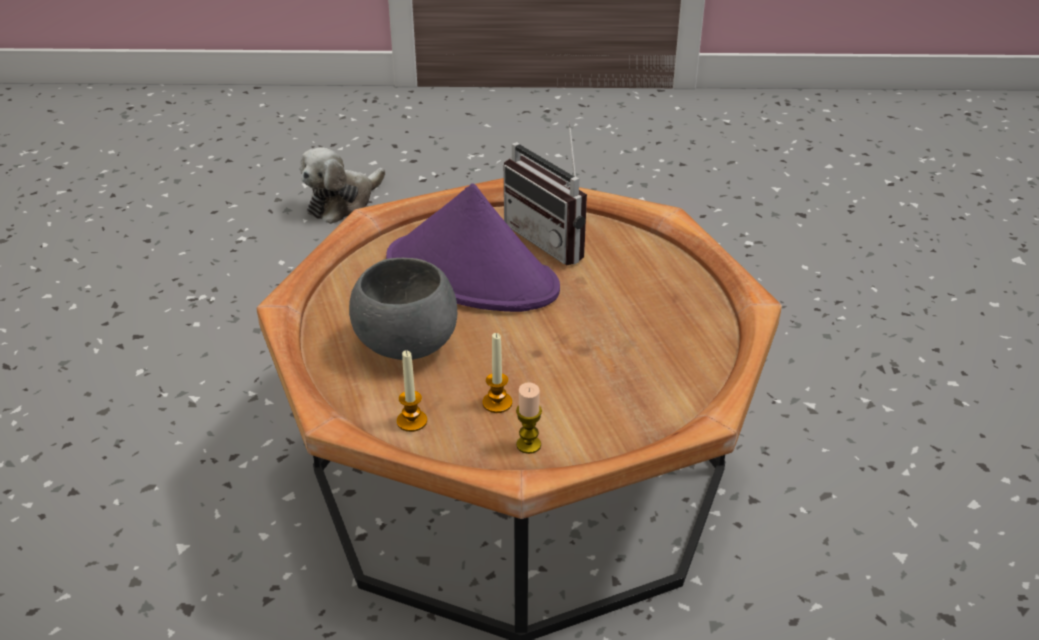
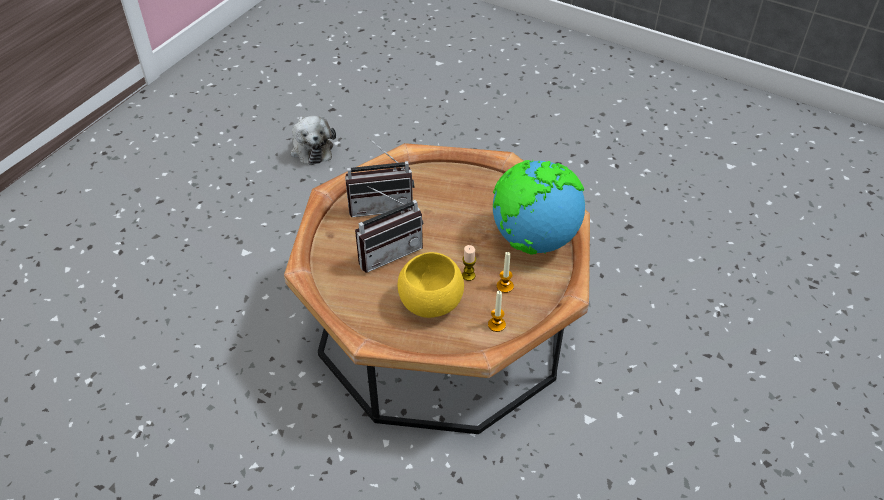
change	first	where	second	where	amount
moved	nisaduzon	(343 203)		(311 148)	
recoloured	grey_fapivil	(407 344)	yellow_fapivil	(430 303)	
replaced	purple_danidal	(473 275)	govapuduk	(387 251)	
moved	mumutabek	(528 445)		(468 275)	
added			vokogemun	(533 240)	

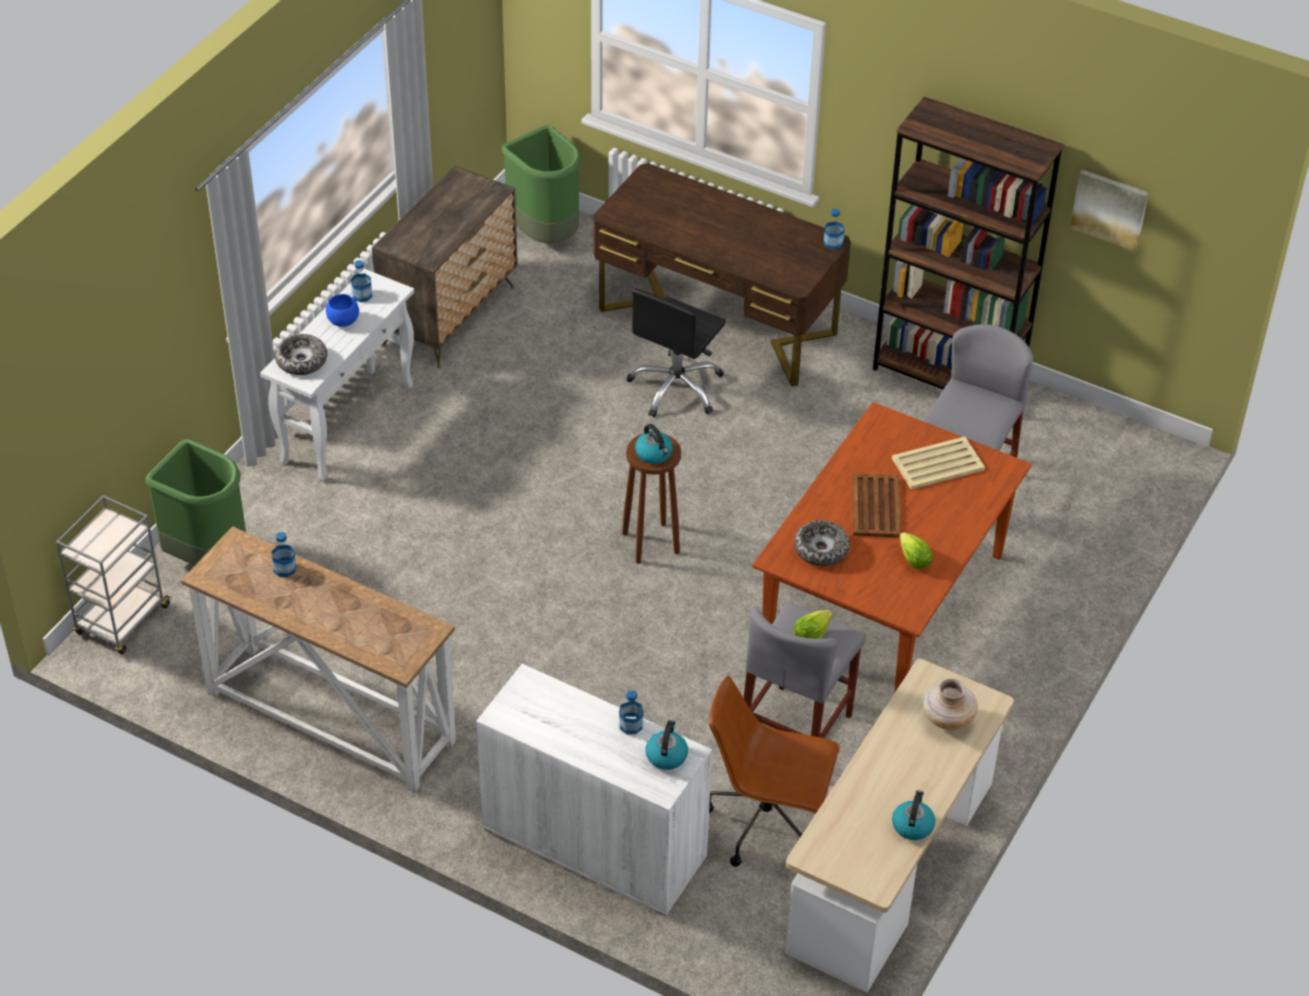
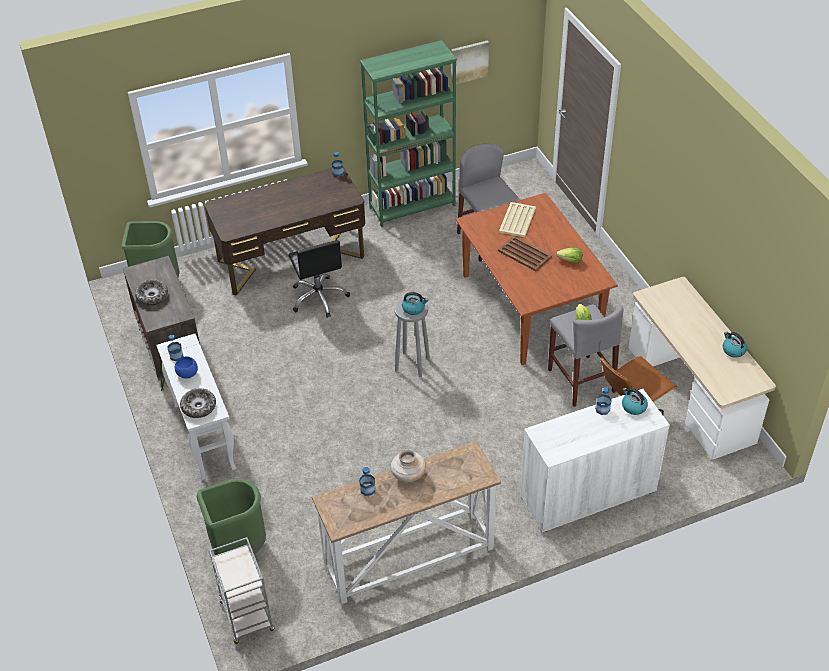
change	first	where	second	where	amount
recoloured	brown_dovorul	(651 542)	grey_dovorul	(412 364)	
moved	fapivil	(821 549)		(152 296)	
recoloured	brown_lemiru	(948 376)	green_lemiru	(412 206)	
moved	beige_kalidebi	(947 720)		(408 475)	

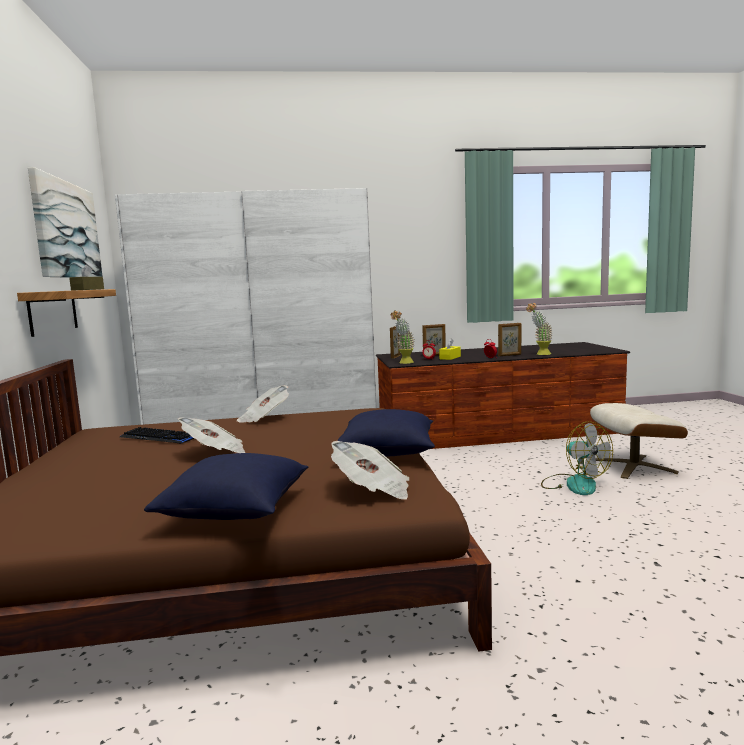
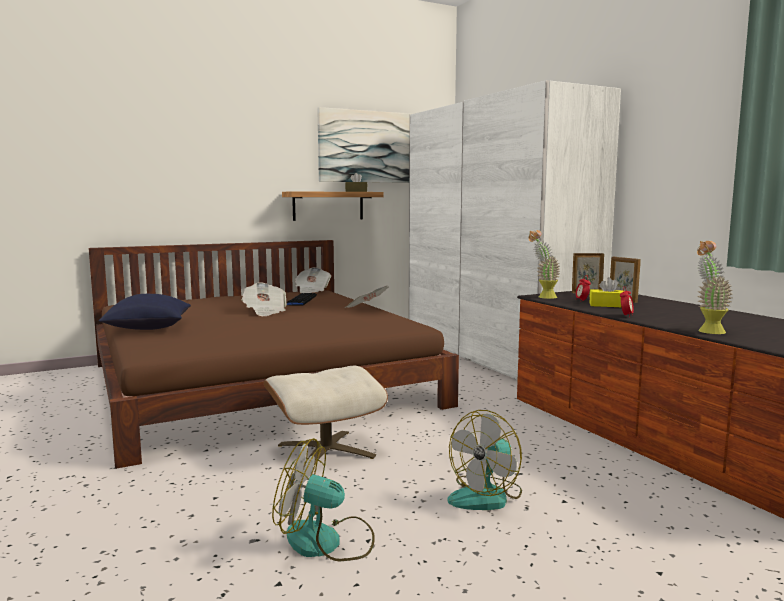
change	first	where	second	where	amount
moved	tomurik	(373 490)		(312 291)	
removed	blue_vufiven	(388 453)			
removed	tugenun	(510 355)			
moved	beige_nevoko	(633 466)		(326 450)	
added			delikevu	(326 542)	

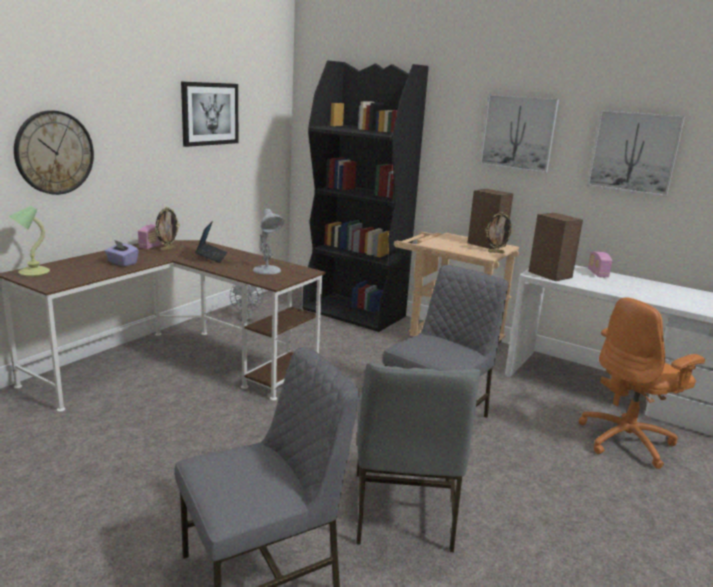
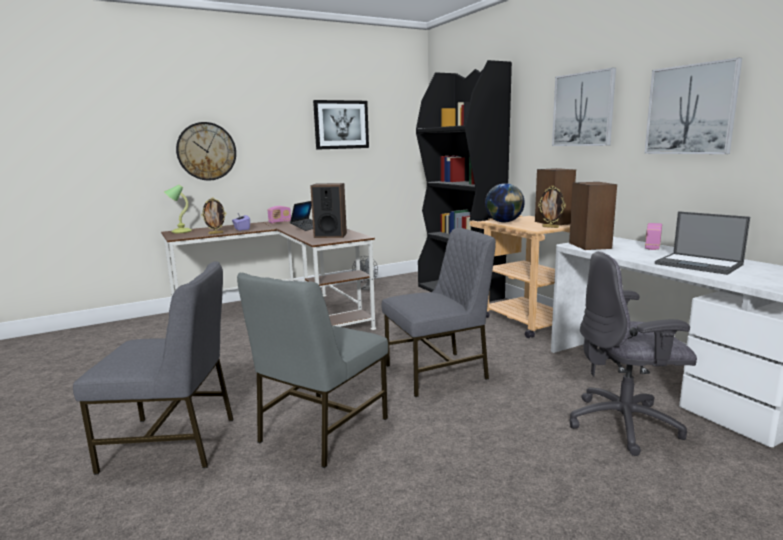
change	first	where	second	where	amount
moved	tugenun	(167 249)		(215 233)	
replaced	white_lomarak	(267 270)	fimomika	(330 235)	
recoloured	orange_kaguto	(627 441)	grey_kaguto	(625 424)	
added			vokogemun	(504 222)	
added			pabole	(699 264)	

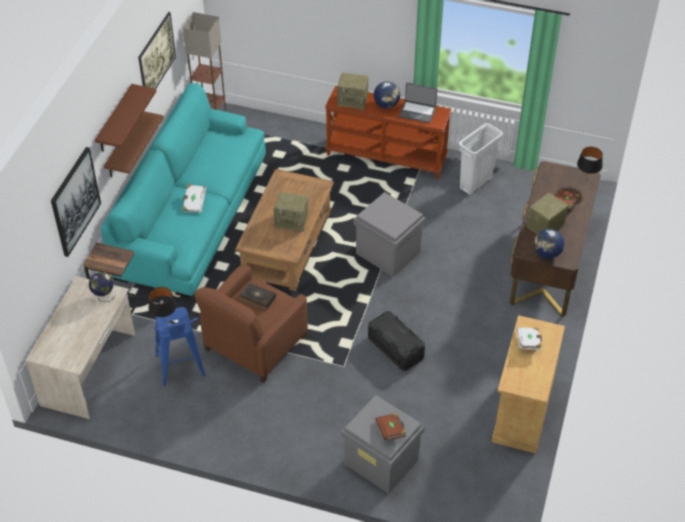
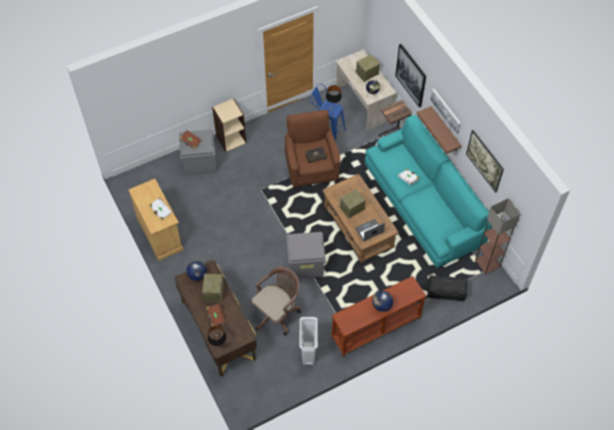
change	first	where	second	where	amount
replaced	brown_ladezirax	(115 119)	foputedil	(446 110)	
moved	govapuduk	(353 101)		(367 74)	
moved	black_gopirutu	(395 348)		(446 291)	
moved	pabole	(417 112)		(369 231)	
added			beige_lemiru	(231 139)	
added			brown_kaguto	(277 312)	

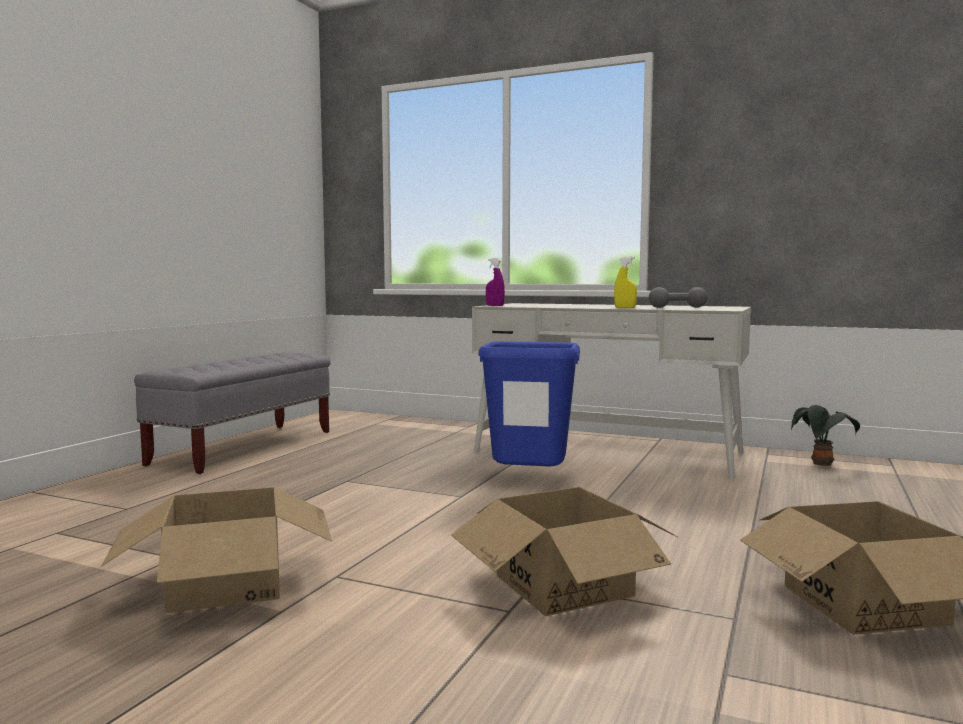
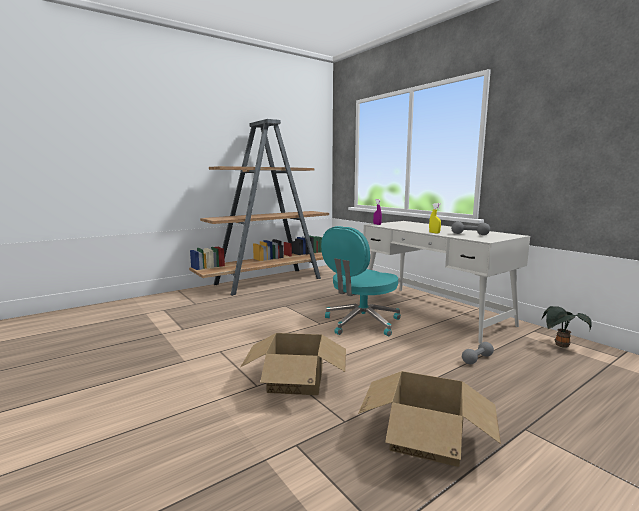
change	first	where	second	where	amount
removed	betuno	(226 583)			
replaced	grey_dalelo	(245 448)	brown_lemiru	(270 281)	
replaced	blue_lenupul	(528 483)	turquoise_kaguto	(361 323)	
added			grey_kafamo	(477 359)	

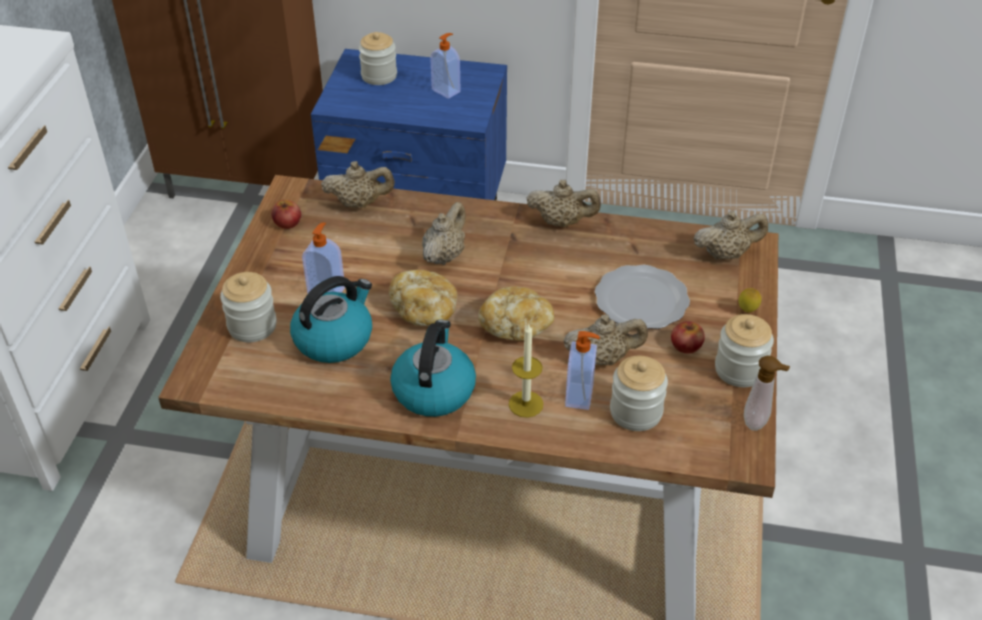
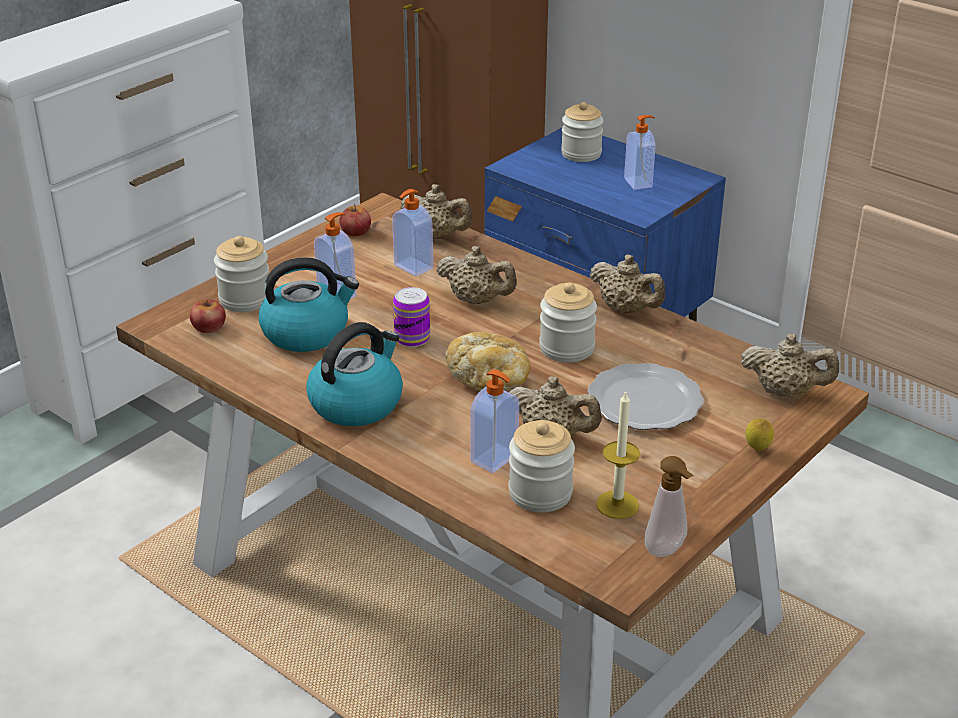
change	first	where	second	where	amount
replaced	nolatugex	(424 311)	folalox	(412 338)	
turned	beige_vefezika	(444 255)		(477 300)	60 degrees clockwise
moved	mumutabek	(526 404)		(617 504)	
moved	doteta	(686 345)		(209 327)	
moved	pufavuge	(739 369)		(566 348)	
added			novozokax	(412 267)	

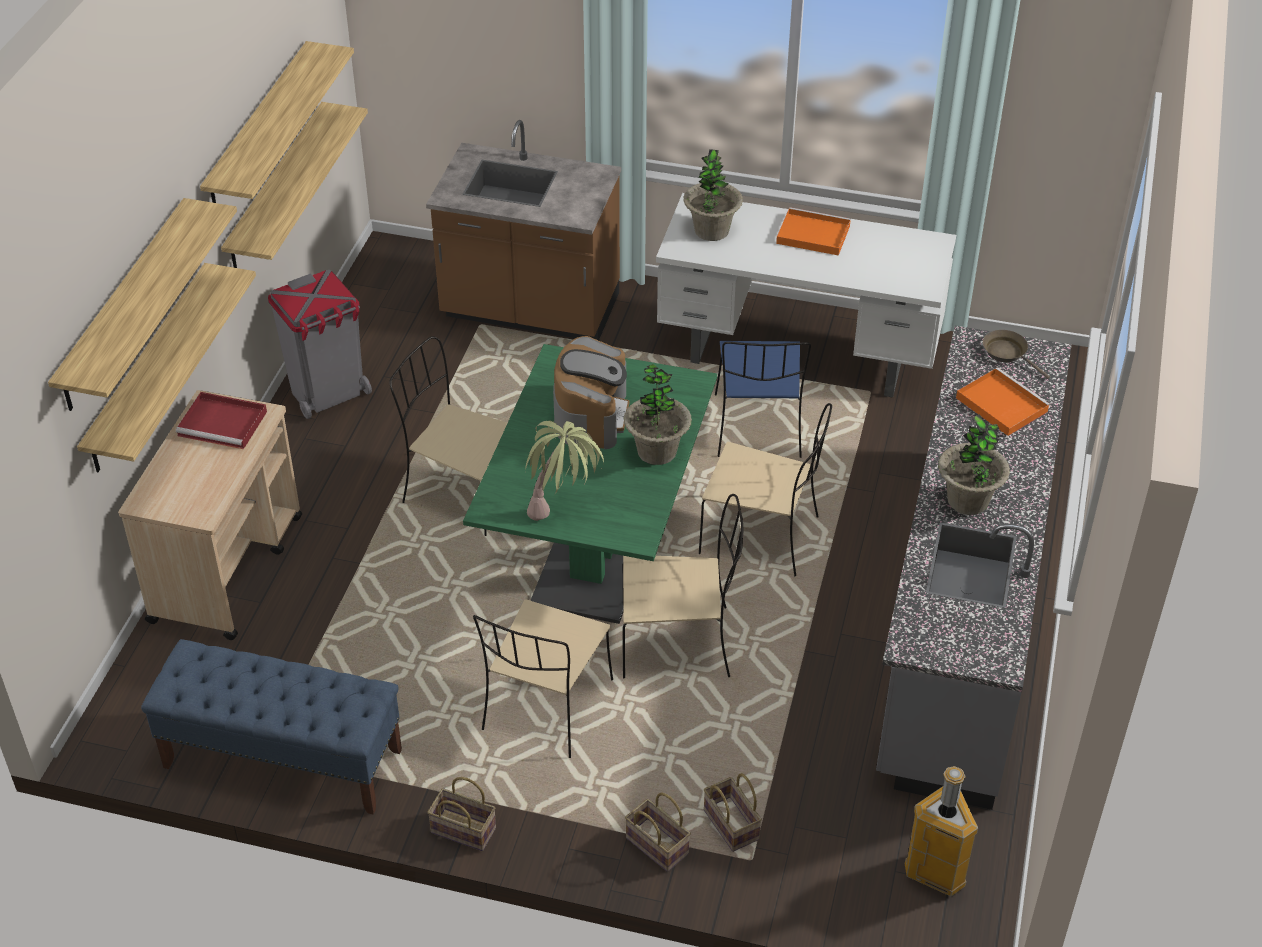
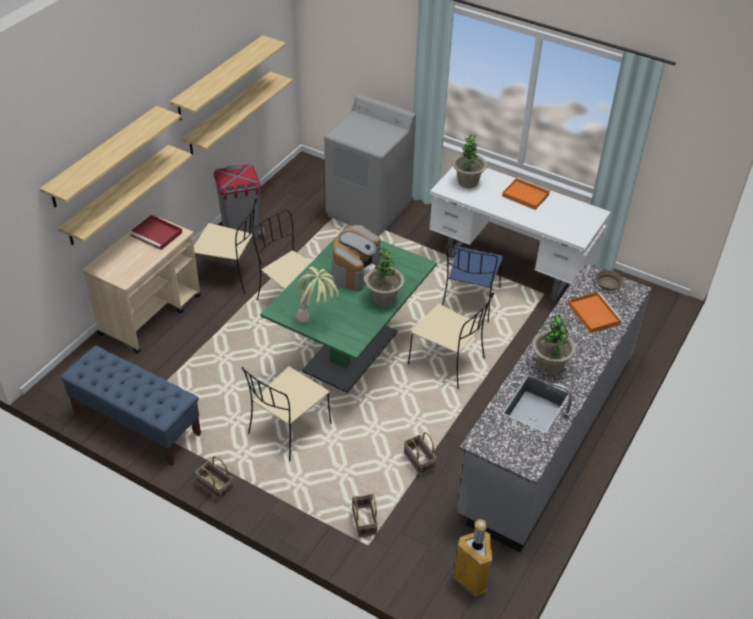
change	first	where	second	where	amount
replaced	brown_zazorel	(530 310)	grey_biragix	(369 210)	
moved	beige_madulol	(679 642)		(230 274)	
moved	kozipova	(655 845)		(418 461)	

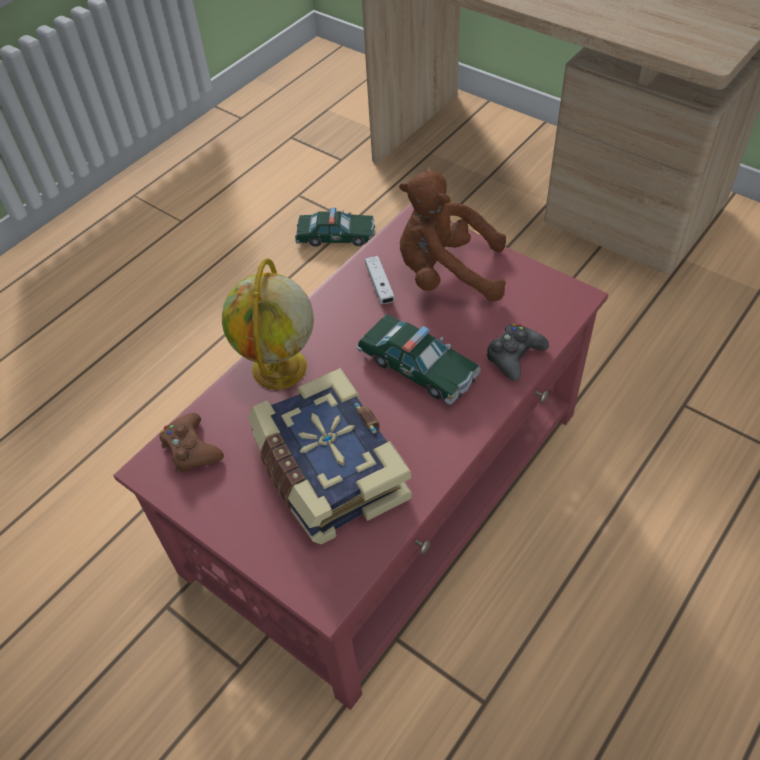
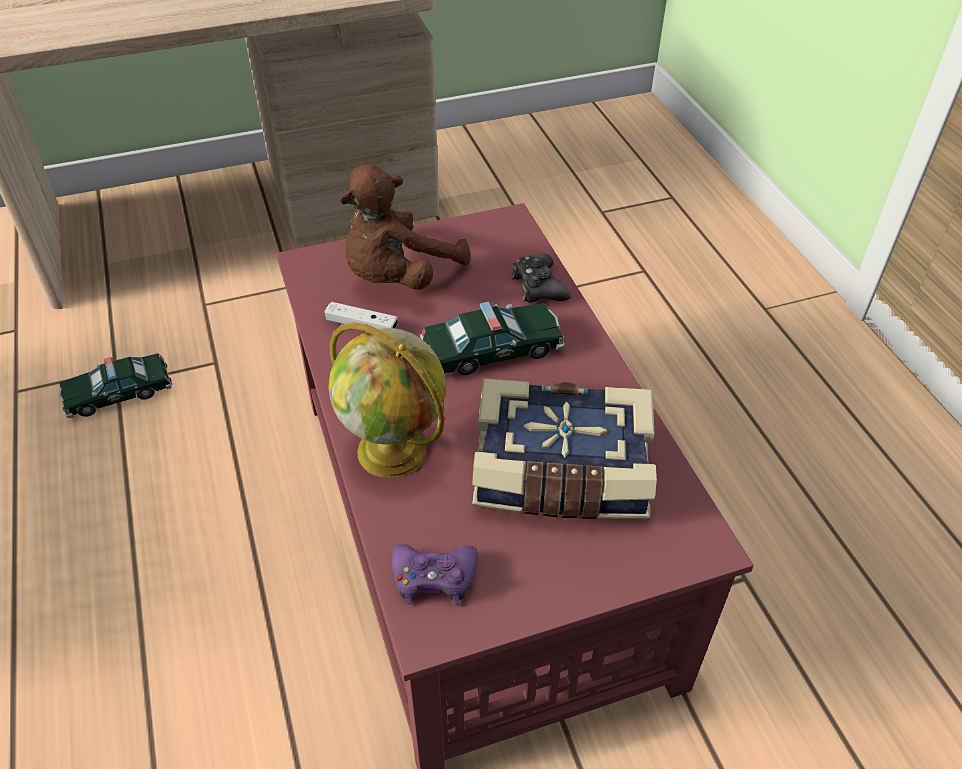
change	first	where	second	where	amount
recoloured	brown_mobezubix	(191 449)	purple_mobezubix	(434 578)	
turned	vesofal	(336 236)		(118 393)	150 degrees counterclockwise

